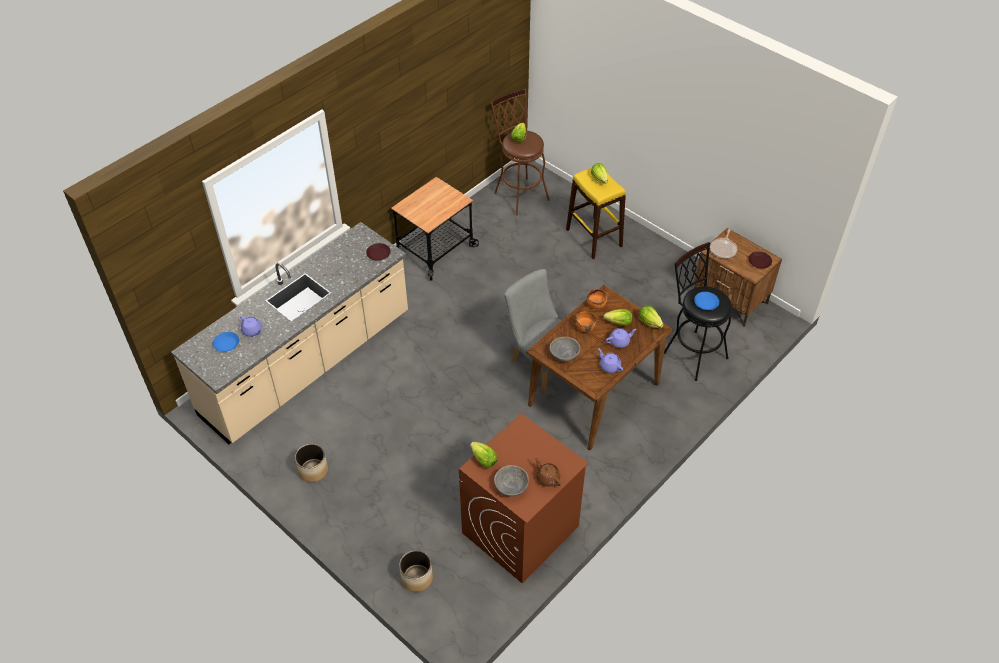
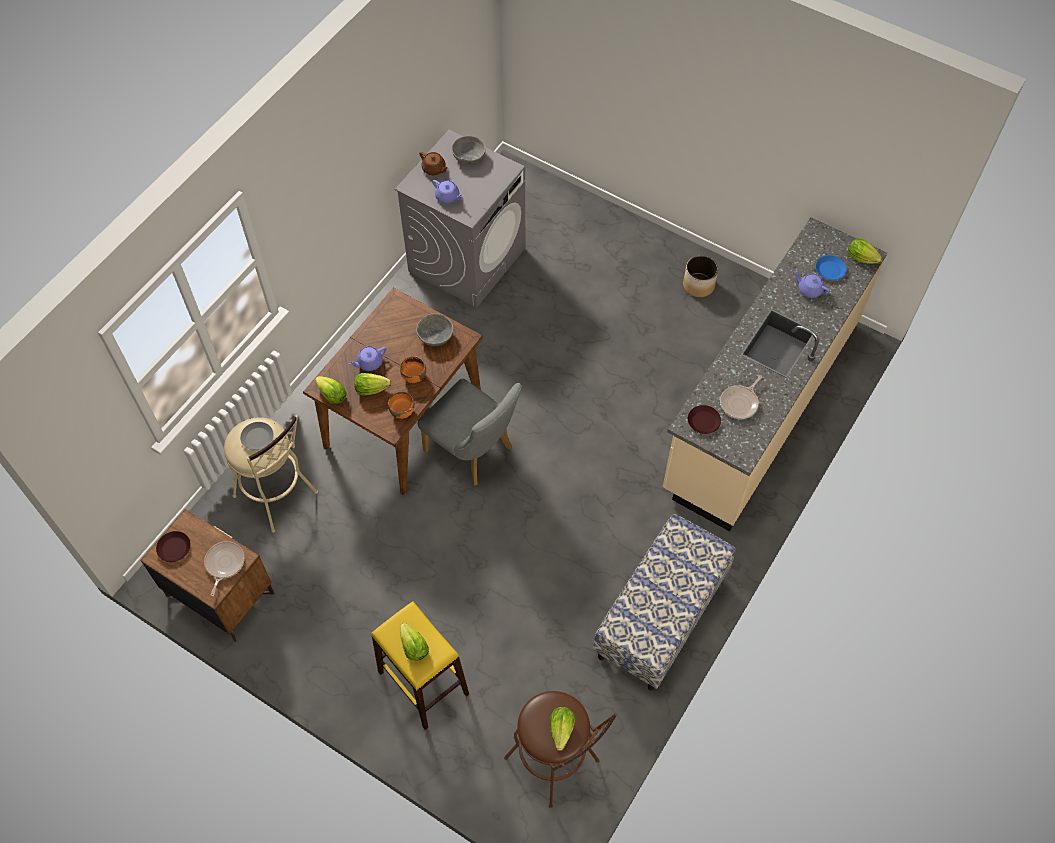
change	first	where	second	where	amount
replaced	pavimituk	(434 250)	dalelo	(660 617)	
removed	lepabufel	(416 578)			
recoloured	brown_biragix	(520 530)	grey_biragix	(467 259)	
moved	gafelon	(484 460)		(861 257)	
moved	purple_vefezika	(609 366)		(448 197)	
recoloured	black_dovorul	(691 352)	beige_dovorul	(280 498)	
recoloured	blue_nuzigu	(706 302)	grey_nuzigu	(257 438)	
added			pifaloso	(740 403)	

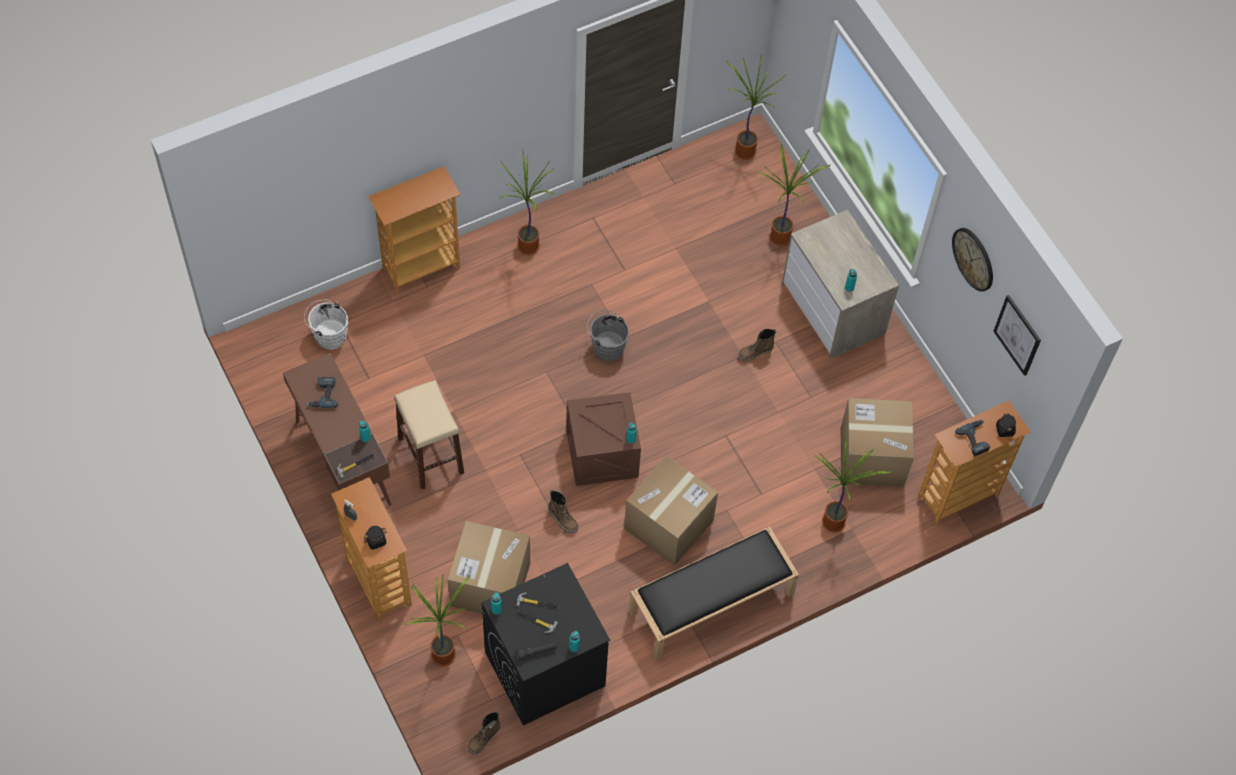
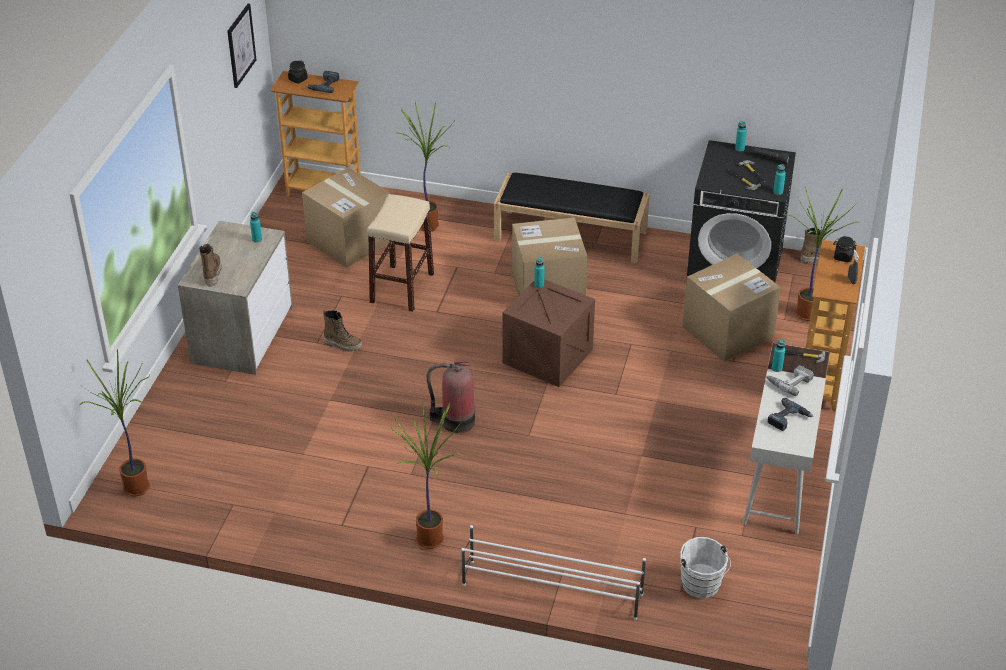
change	first	where	second	where	amount
recoloured	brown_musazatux	(342 462)	white_musazatux	(779 478)	
replaced	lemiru	(421 267)	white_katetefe	(551 589)	
moved	beige_dovorul	(431 455)		(402 288)	
moved	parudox	(563 519)		(212 273)	
replaced	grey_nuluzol	(606 346)	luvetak	(455 421)	
removed	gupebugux	(782 238)			
removed	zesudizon	(973 259)			
added			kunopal	(789 381)	

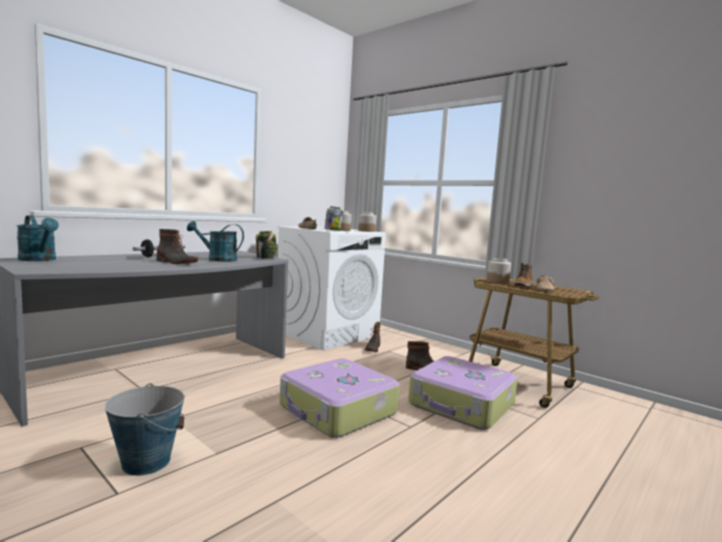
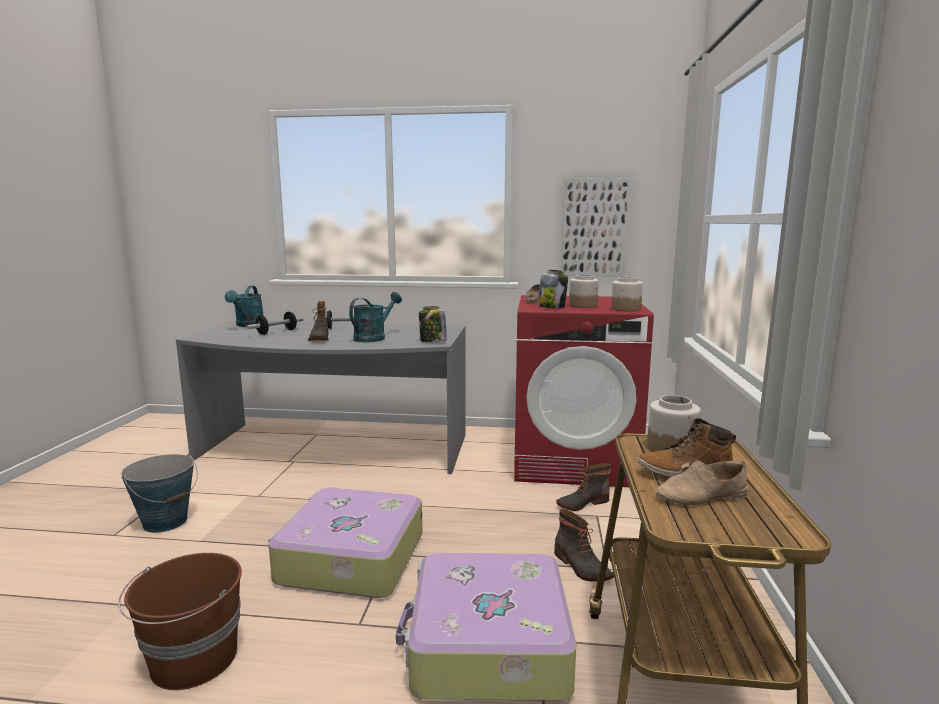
change	first	where	second	where	amount
turned	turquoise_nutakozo	(217 259)		(374 338)	60 degrees clockwise
recoloured	white_biragix	(327 334)	red_biragix	(574 461)	
added			brown_nuluzol	(193 660)	
added			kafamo	(277 332)	
added			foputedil	(594 228)	

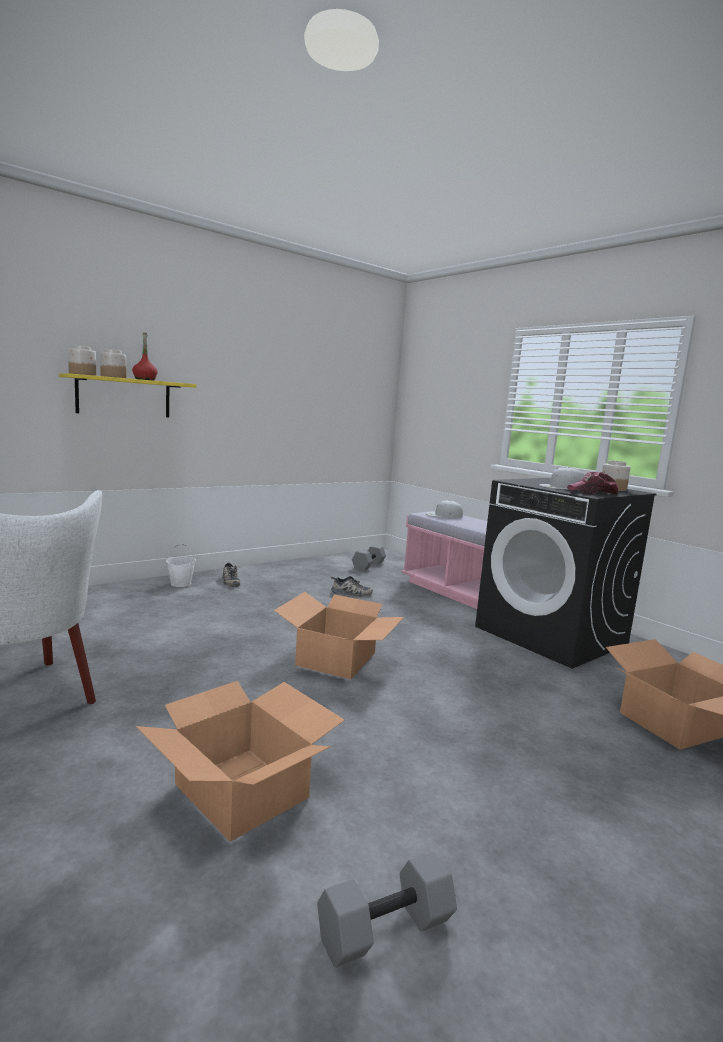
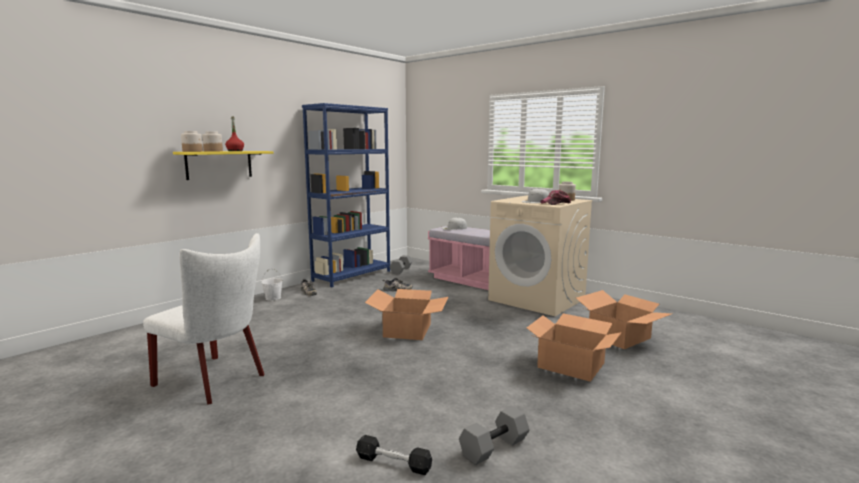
change	first	where	second	where	amount
moved	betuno	(242 790)		(571 365)	
recoloured	black_biragix	(551 636)	beige_biragix	(537 299)	
added			blue_lemiru	(352 276)	
added			black_kafamo	(393 463)	

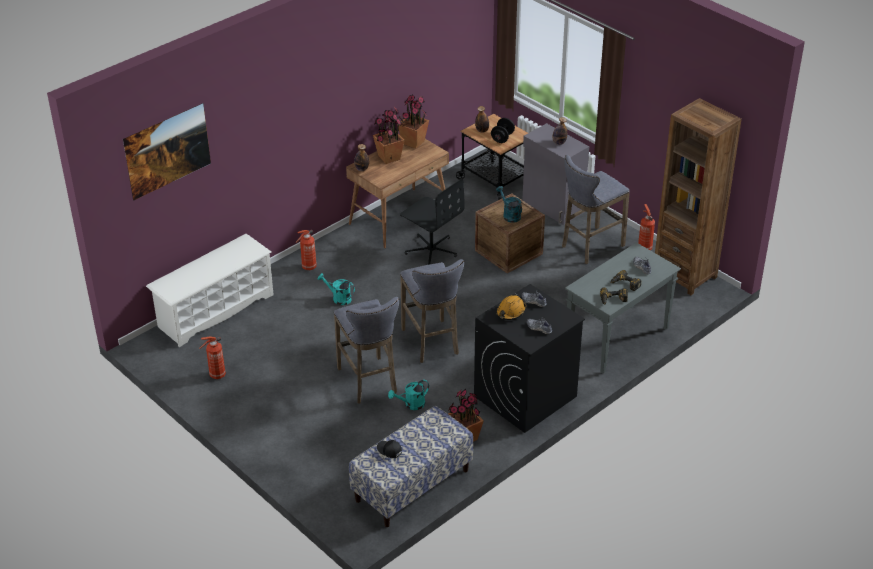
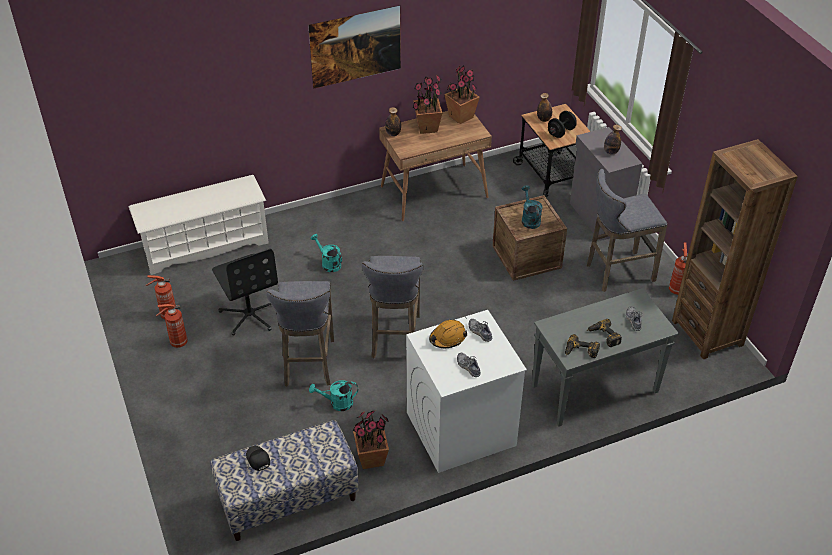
change	first	where	second	where	amount
moved	foputedil	(170 166)		(356 63)	
moved	luvetak	(308 267)		(177 343)	
moved	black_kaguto	(431 250)		(250 314)	
recoloured	black_biragix	(525 396)	white_biragix	(460 429)	

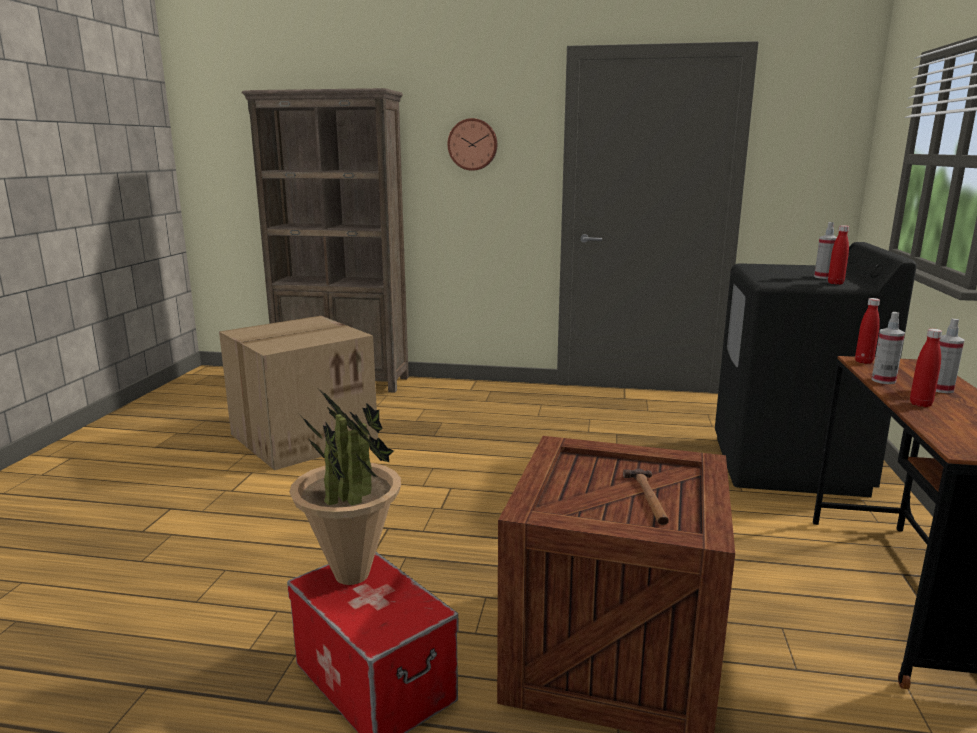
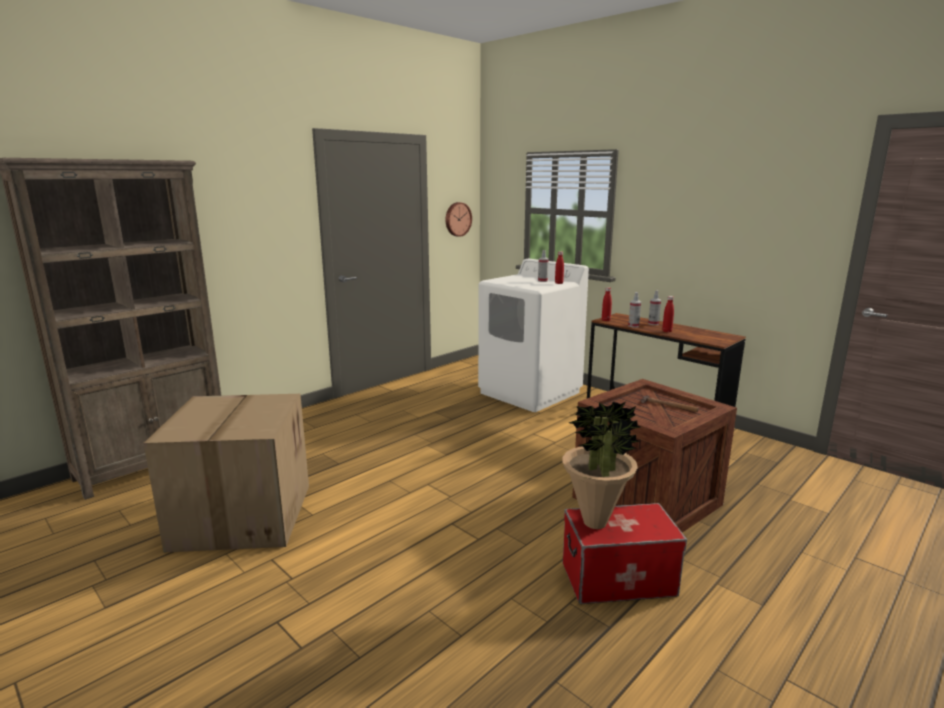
change	first	where	second	where	amount
moved	zesudizon	(473 144)		(457 219)	
recoloured	black_biragix	(788 465)	white_biragix	(530 393)	

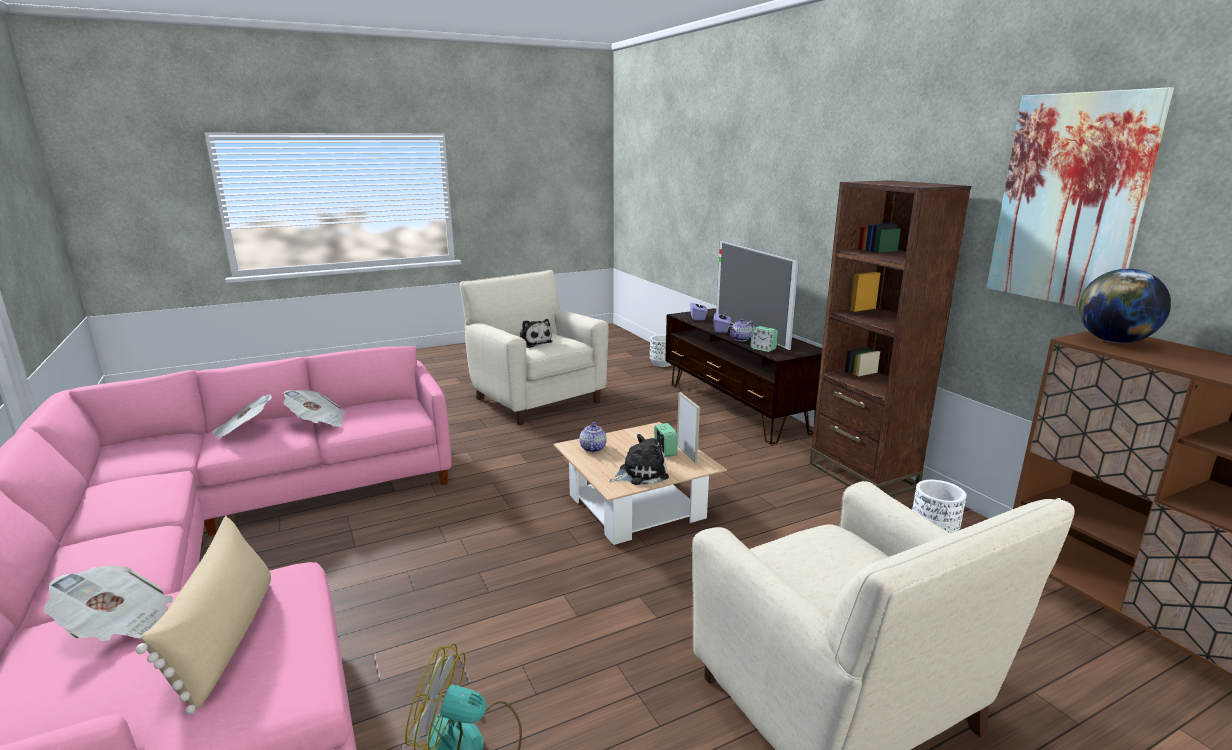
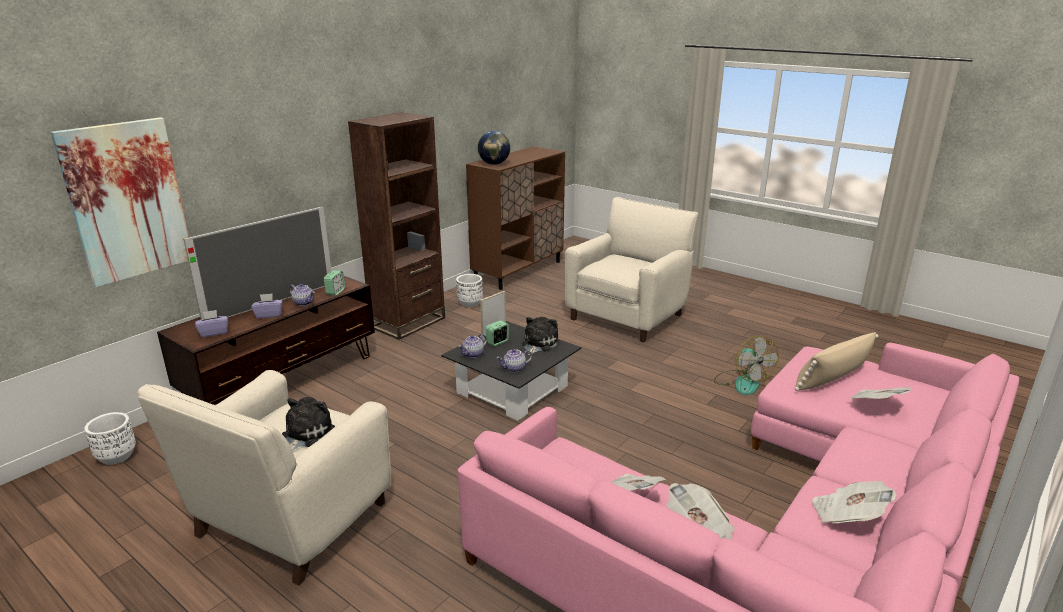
change	first	where	second	where	amount
recoloured	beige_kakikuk	(636 507)	black_kakikuk	(512 390)	
turned	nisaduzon	(640 474)		(538 344)	75 degrees clockwise
moved	foputedil	(1070 200)		(127 201)	
added			vefezika	(473 355)	
added			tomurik	(847 516)	

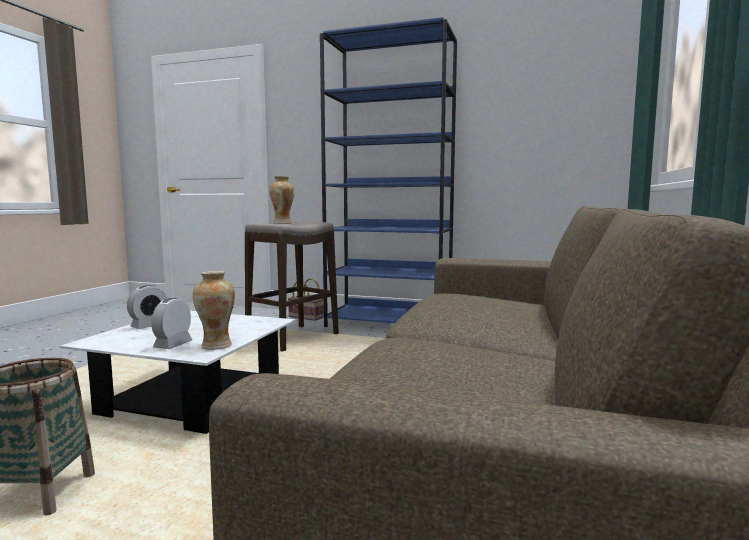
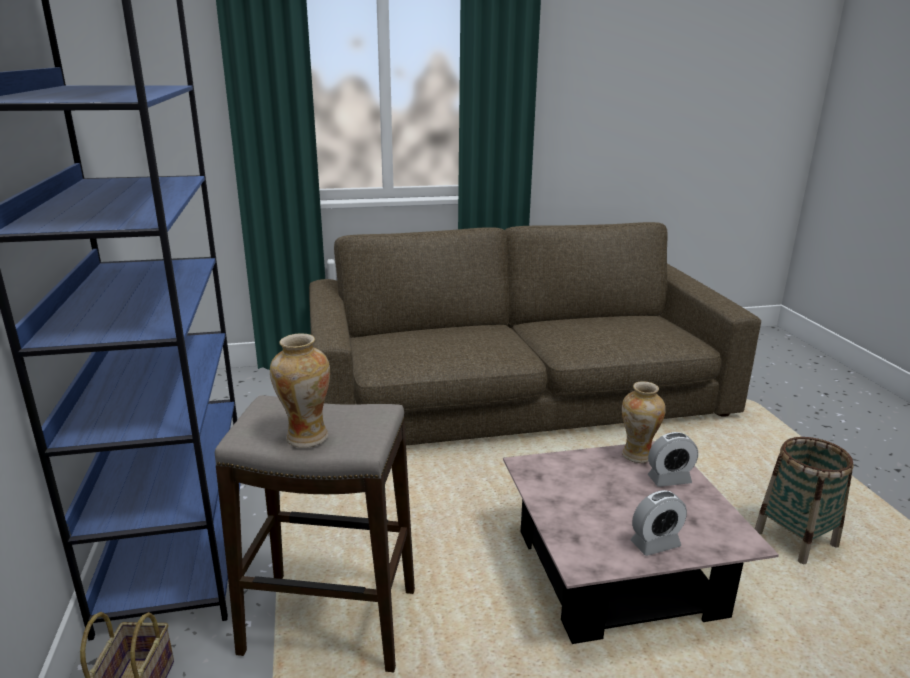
change	first	where	second	where	amount
recoloured	white_kakikuk	(193 398)	pink_kakikuk	(617 572)	
turned	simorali	(149 326)		(655 544)	150 degrees clockwise

